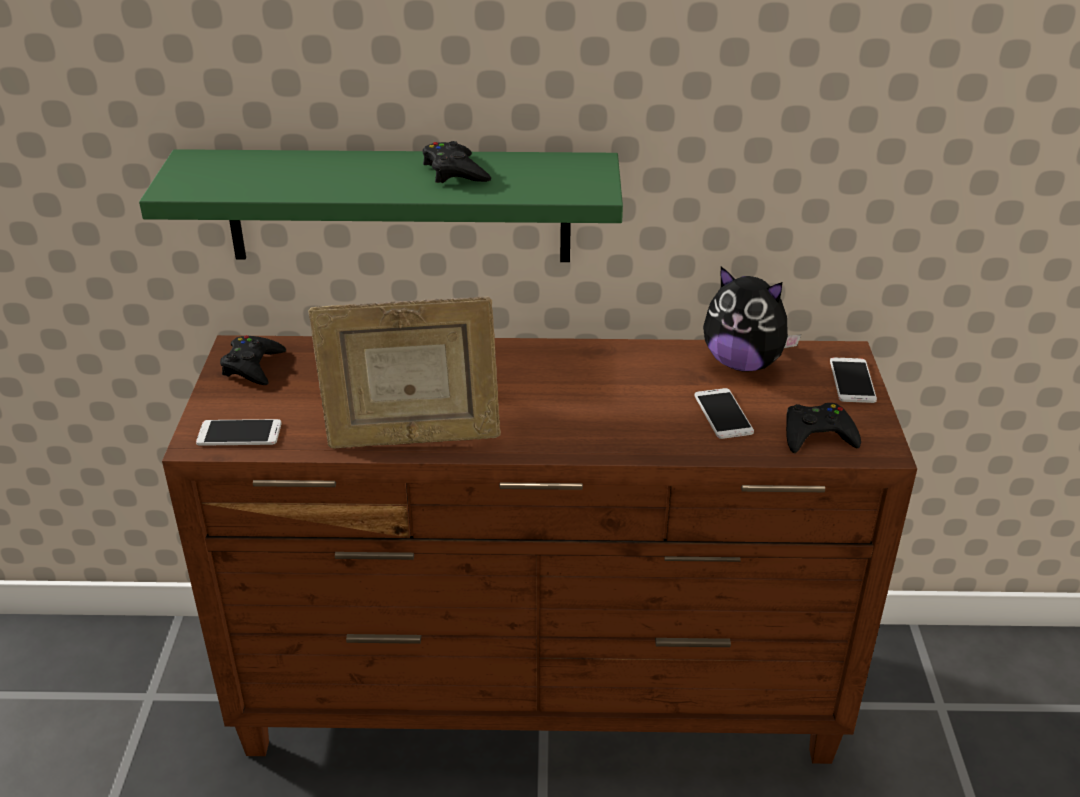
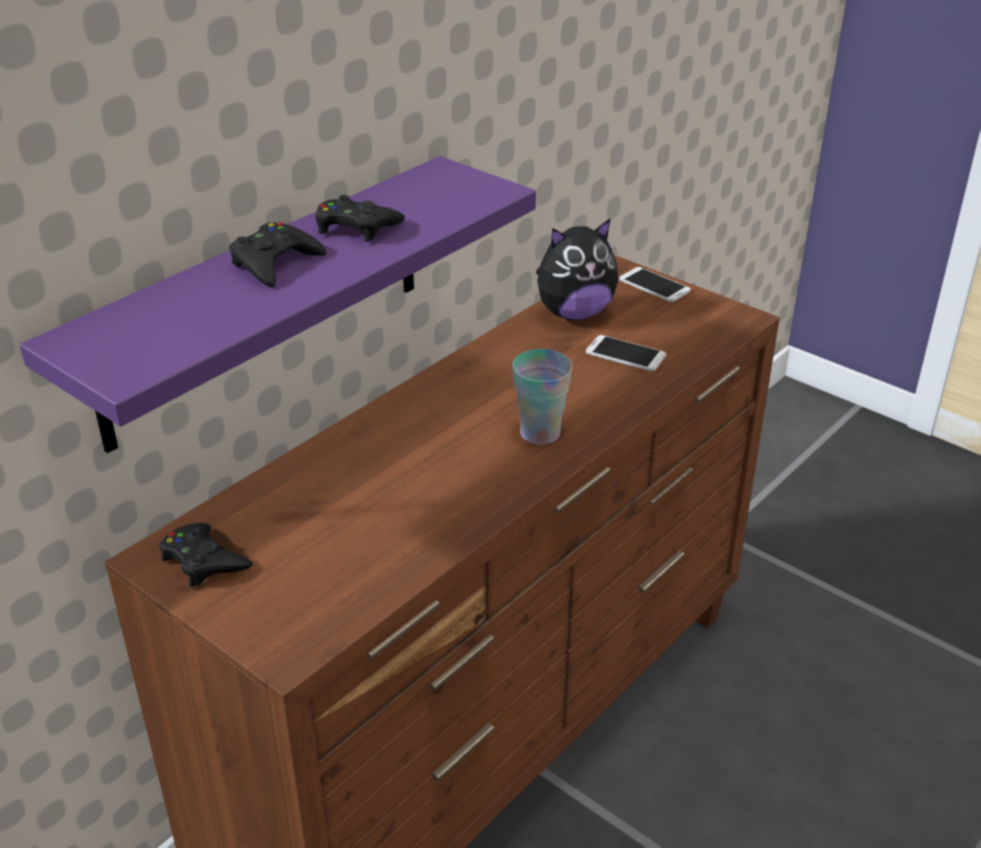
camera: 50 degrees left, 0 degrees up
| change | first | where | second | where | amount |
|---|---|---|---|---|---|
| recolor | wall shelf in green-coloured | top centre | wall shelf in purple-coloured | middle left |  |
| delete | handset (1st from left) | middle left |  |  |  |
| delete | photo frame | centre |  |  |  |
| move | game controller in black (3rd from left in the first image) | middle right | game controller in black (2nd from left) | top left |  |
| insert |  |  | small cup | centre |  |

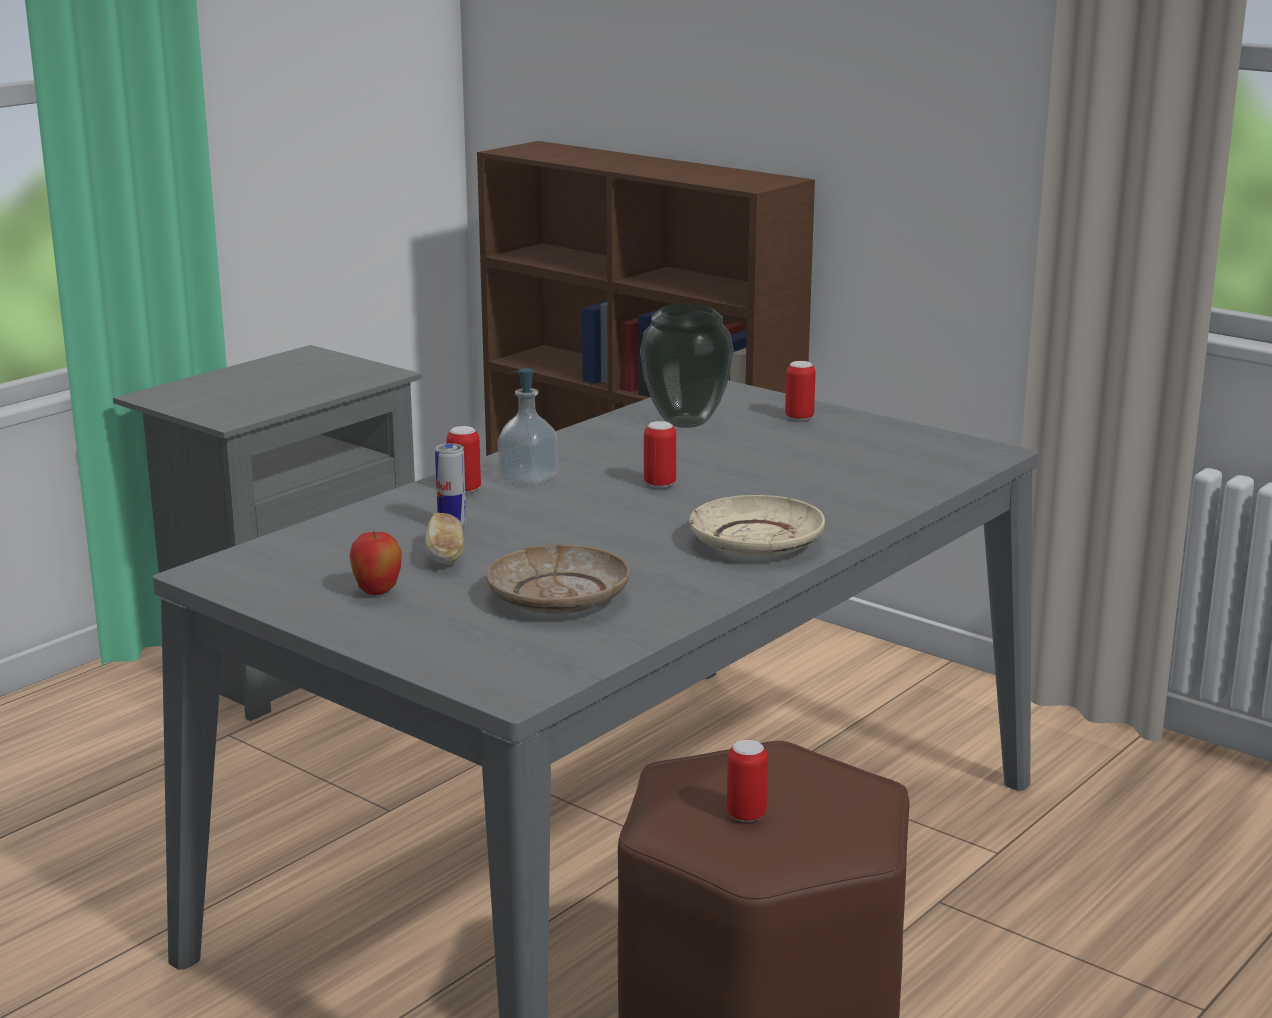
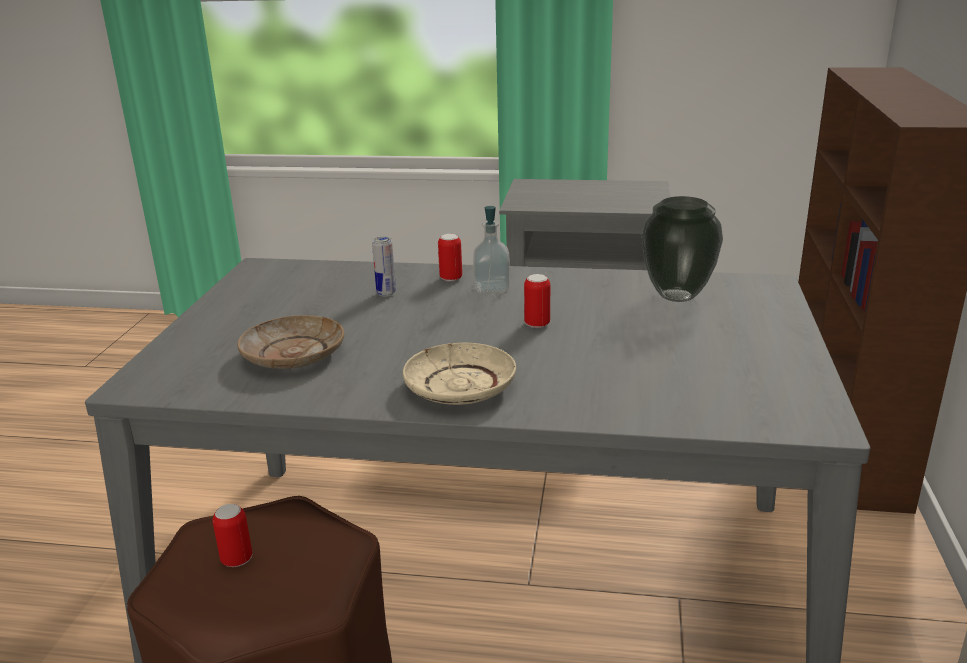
camera: 60 degrees right, 5 degrees up
| change | first | where | second | where | amount |
|---|---|---|---|---|---|
| delete | apple | middle left |  |  |  |
| delete | baked bread | centre |  |  |  |
| delete | can (5th from left) | centre |  |  |  |

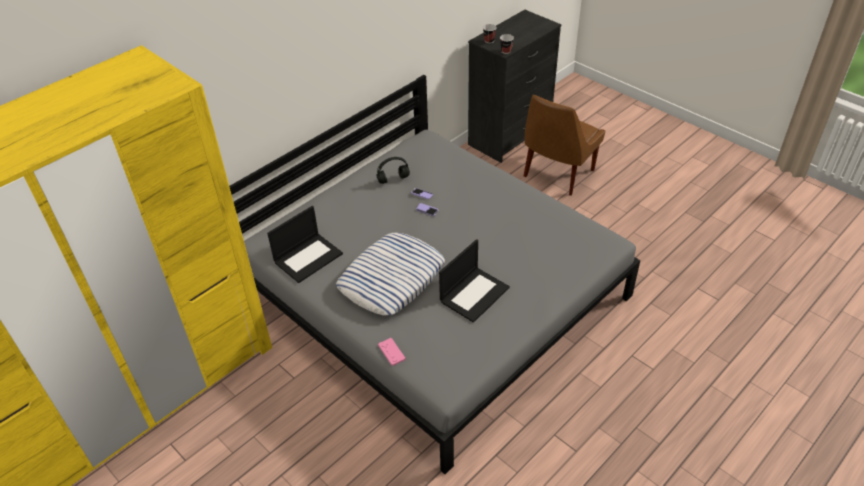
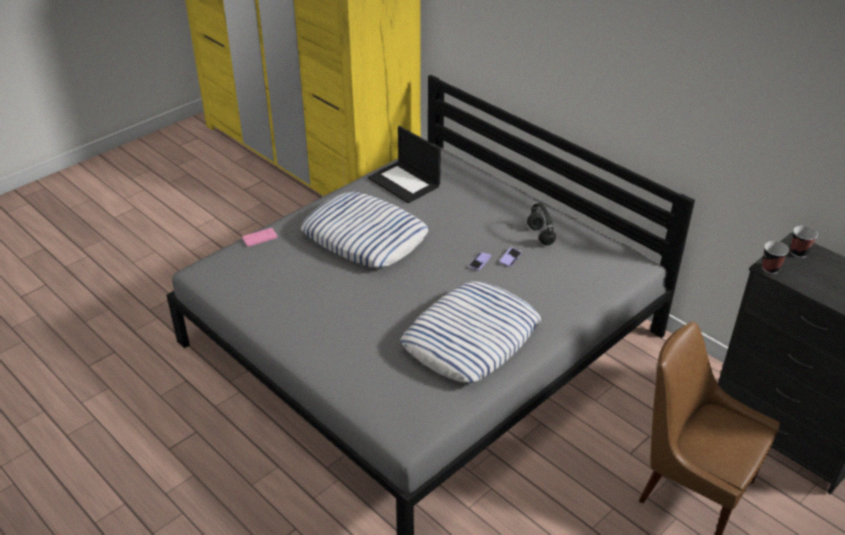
camera: 90 degrees right, 5 degrees down
| change | first | where | second | where | amount |
|---|---|---|---|---|---|
| delete | notebook computer (2nd from left) | centre |  |  |  |
| insert |  |  | throw pillow (2nd from left) | centre |  |

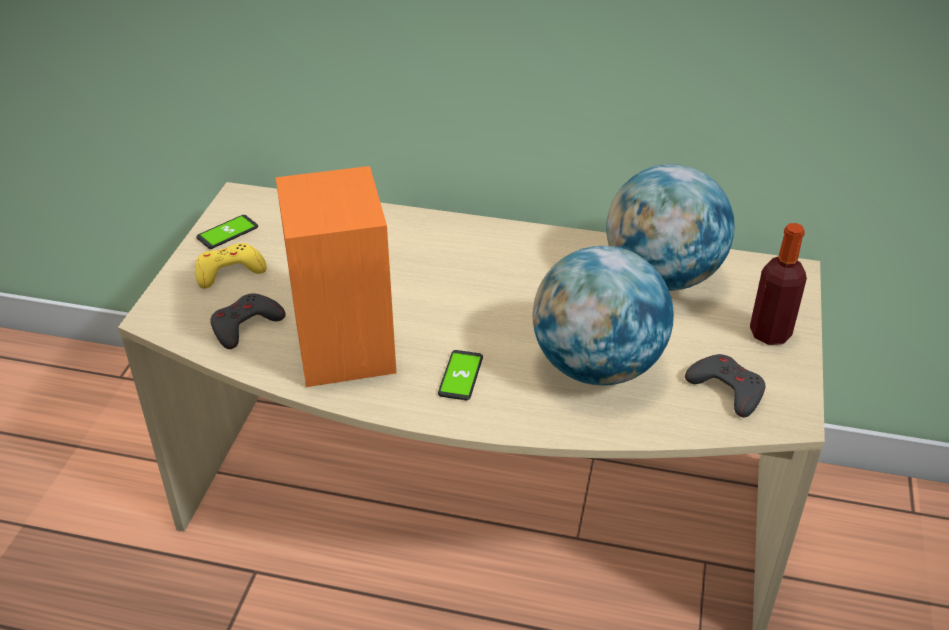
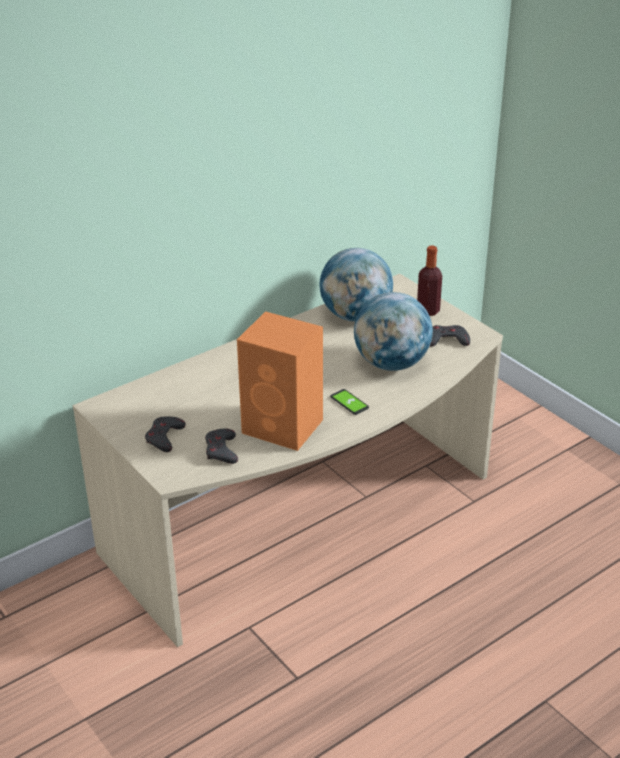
camera: 50 degrees left, 5 degrees down
| change | first | where | second | where | amount |
|---|---|---|---|---|---|
| recolor | game controller in yellow-coloured | middle left | game controller in grey (1st from left) | middle left |  |
| delete | handset (1st from left) | middle left |  |  |  |

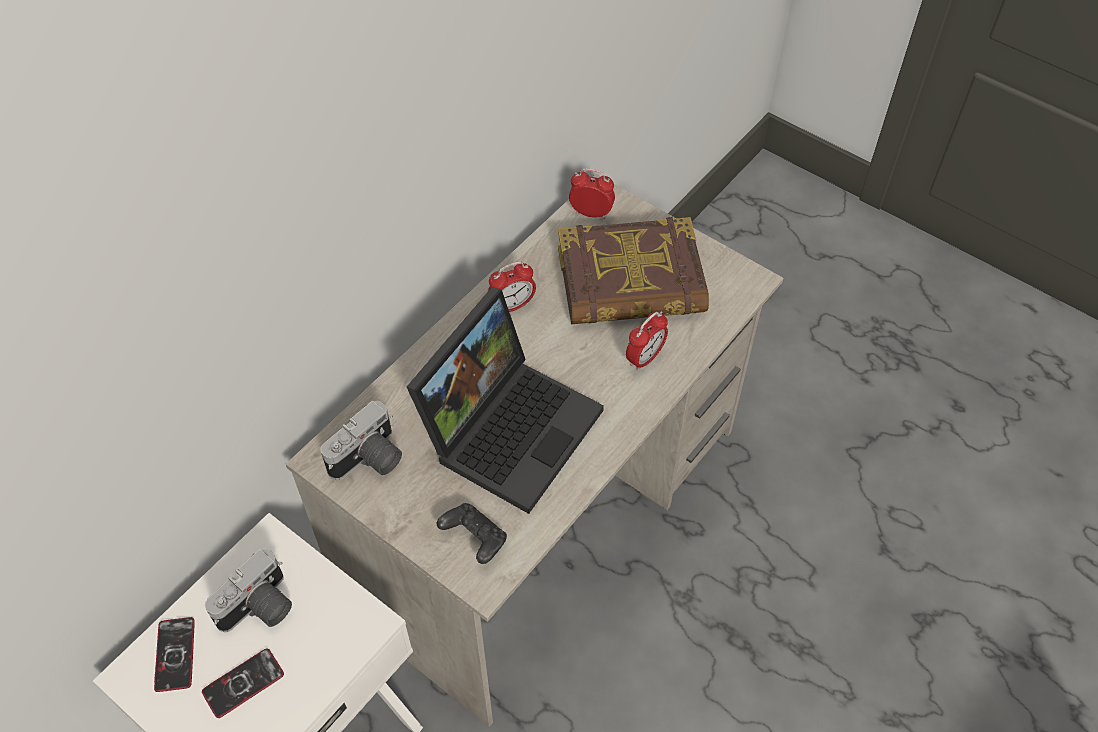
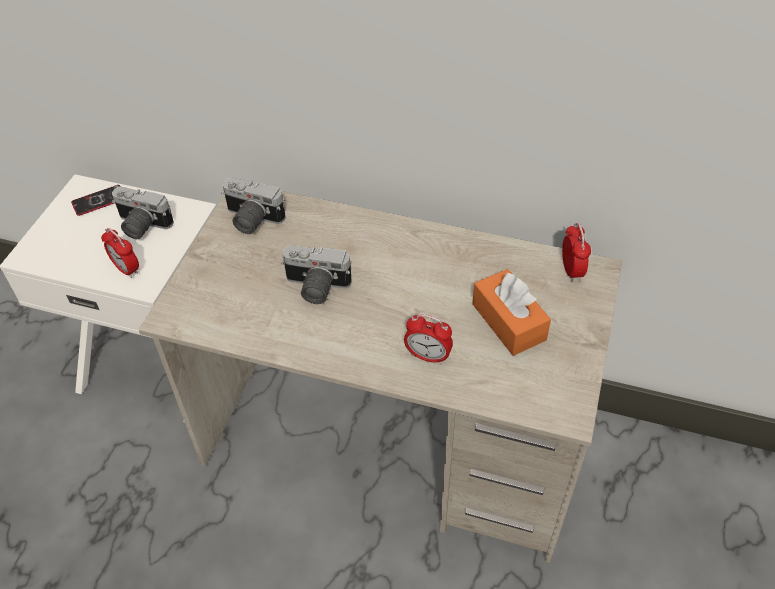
camera: 70 degrees right, 5 degrees down
| change | first | where | second | where | amount |
|---|---|---|---|---|---|
| delete | handset (2nd from left) | bottom left |  |  |  |
| replace | notebook computer | centre | photo camera (3rd from left) | centre |  |
| delete | game controller in black | bottom centre |  |  |  |
| move | bedside clock (1st from left) | centre |  | middle left |  |
| replace | bound book | centre | tissue box in orange-coloured | centre |  |

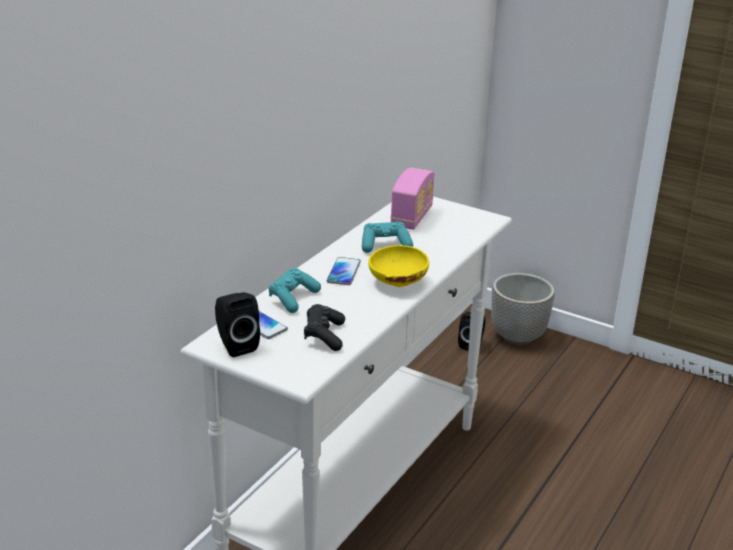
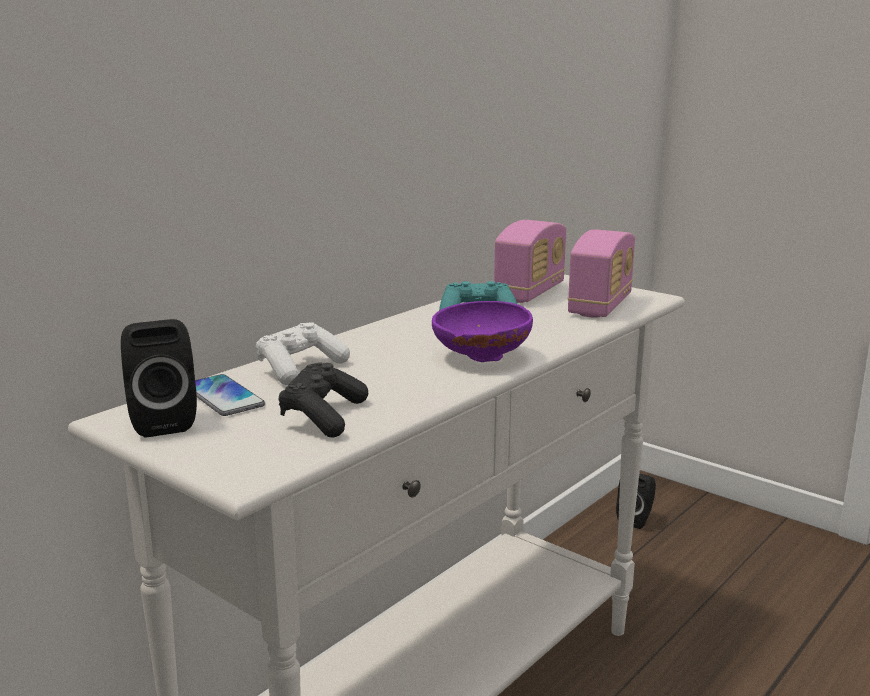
camera: 10 degrees right, 10 degrees down
| change | first | where | second | where | amount |
|---|---|---|---|---|---|
| recolor | game controller in turquoise (1st from left) | centre | game controller in white-coloured | centre |  |
| delete | handset (2nd from left) | centre |  |  |  |
| recolor | serving bowl in yellow-coloured | centre | serving bowl in purple-coloured | centre |  |
| delete | planter | middle right |  |  |  |
| insert |  |  | radio receiver (2nd from left) | middle right |  |

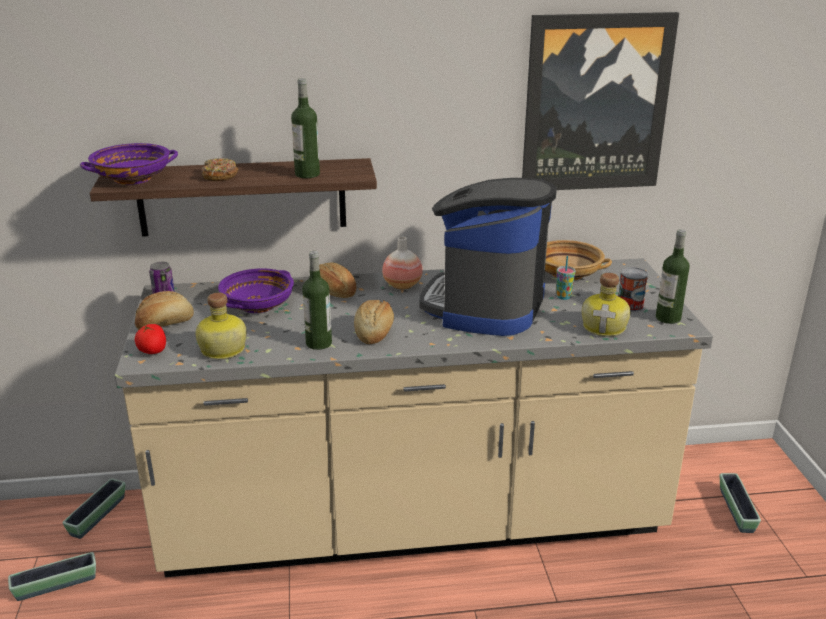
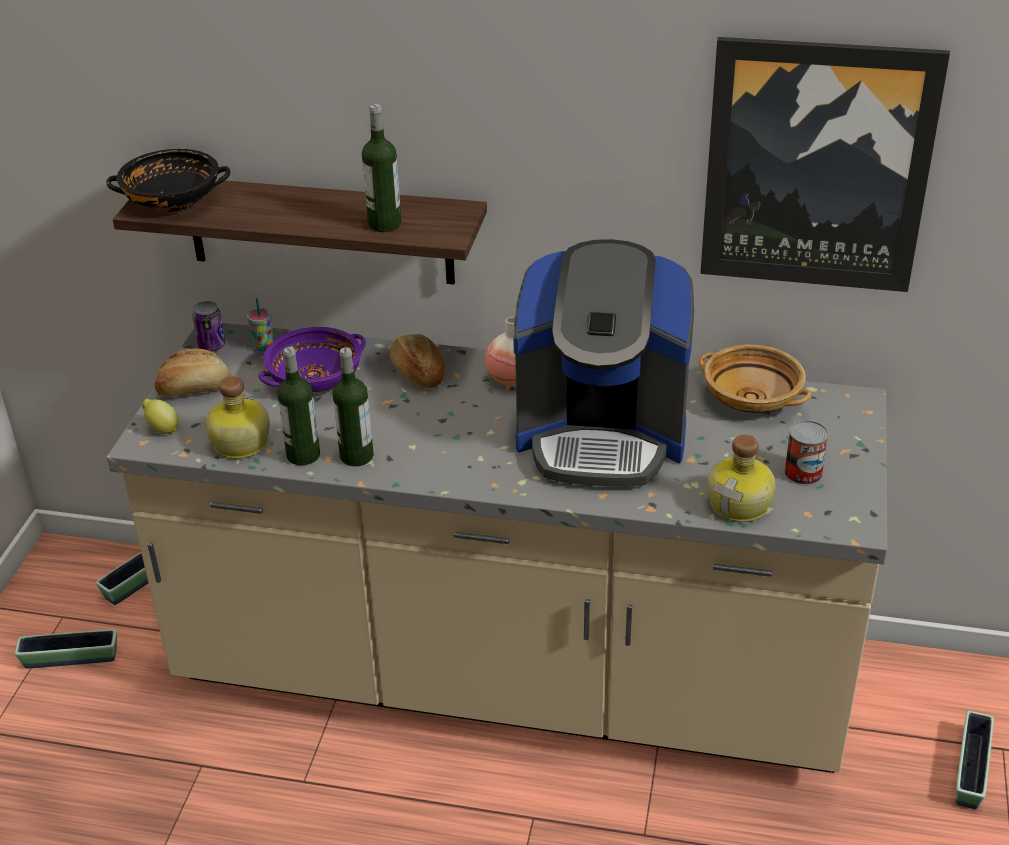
camera: 20 degrees right, 10 degrees up
| change | first | where | second | where | amount |
|---|---|---|---|---|---|
| recolor | serving bowl in purple-coloured (1st from left) | top left | serving bowl in black | top left |  |
| replace | whole tomato | middle left | whole lemon | middle left |  |
| delete | donut | top left |  |  |  |
| delete | baked bread (3rd from left) | centre |  |  |  |
| rotate | coffee machine | centre |  | centre | 120 degrees counterclockwise |
| move | small cup | middle right |  | middle left |  |
| move | beverage bottle (5th from left in the first image) | middle right | beverage bottle (2nd from left) | middle left |  |

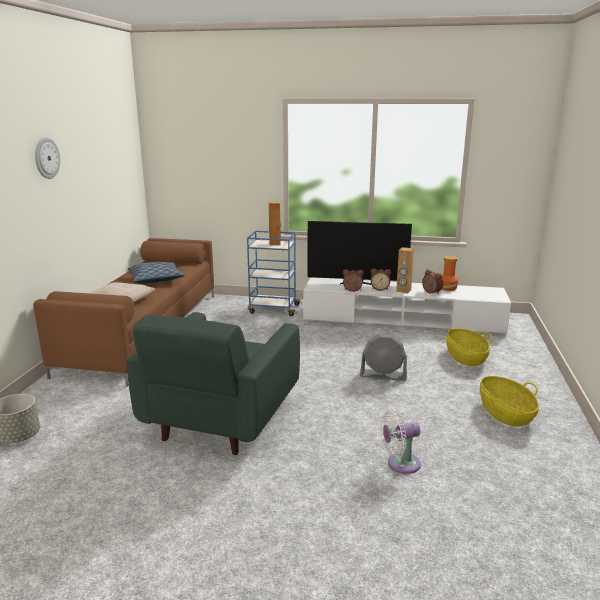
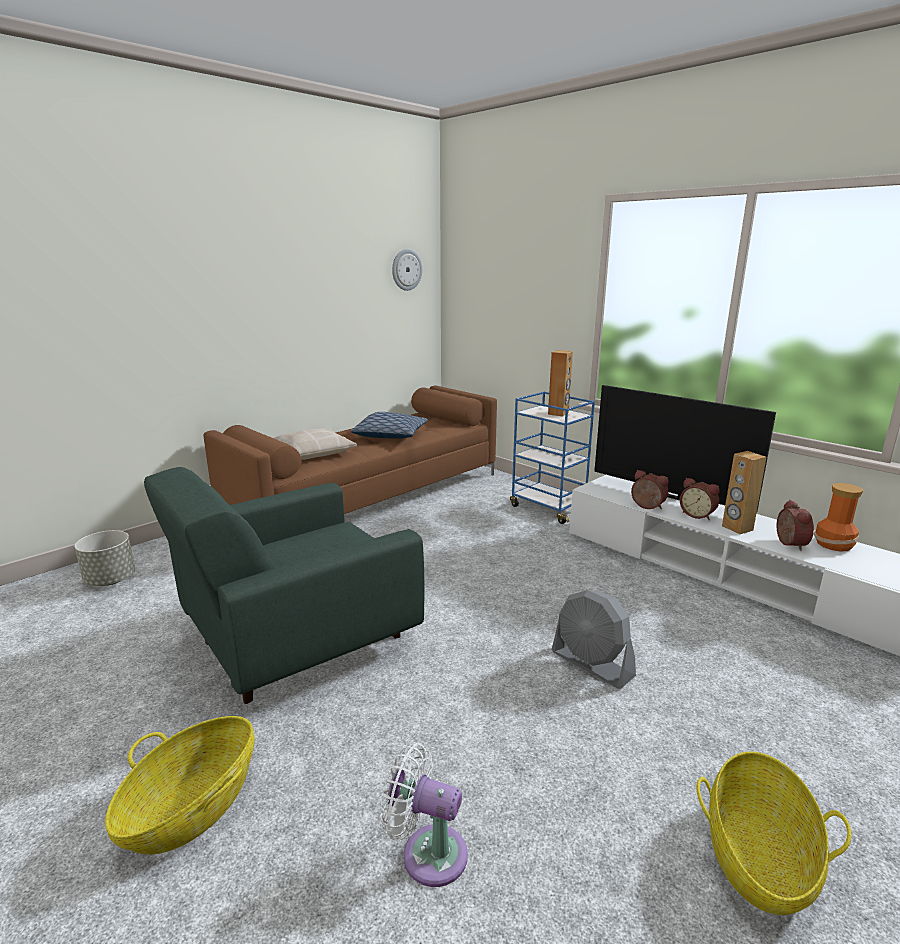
camera: 35 degrees right, 0 degrees up
| change | first | where | second | where | amount |
|---|---|---|---|---|---|
| move | clock on the wall | top left |  | top centre |  |
| move | household basket (1st from left) | middle right |  | bottom left |  |

